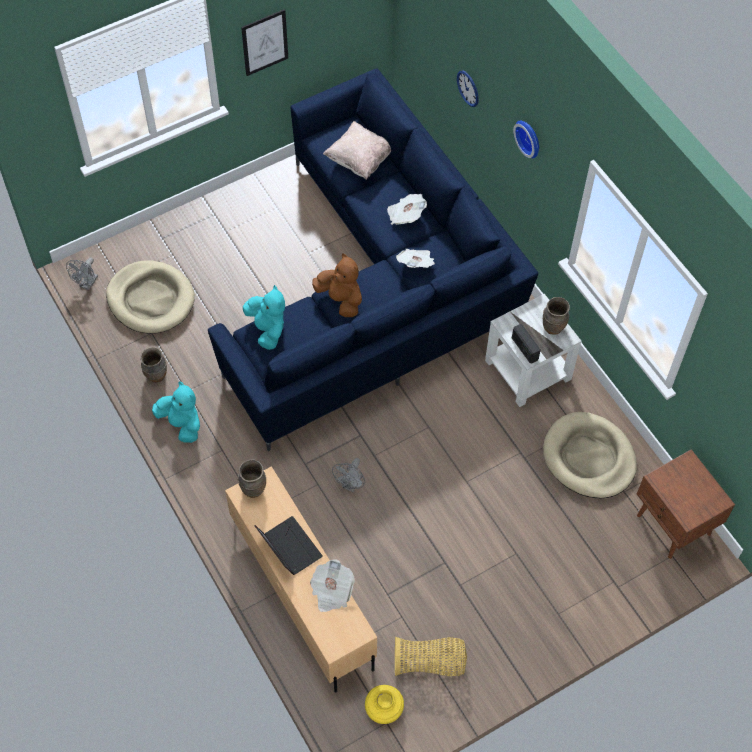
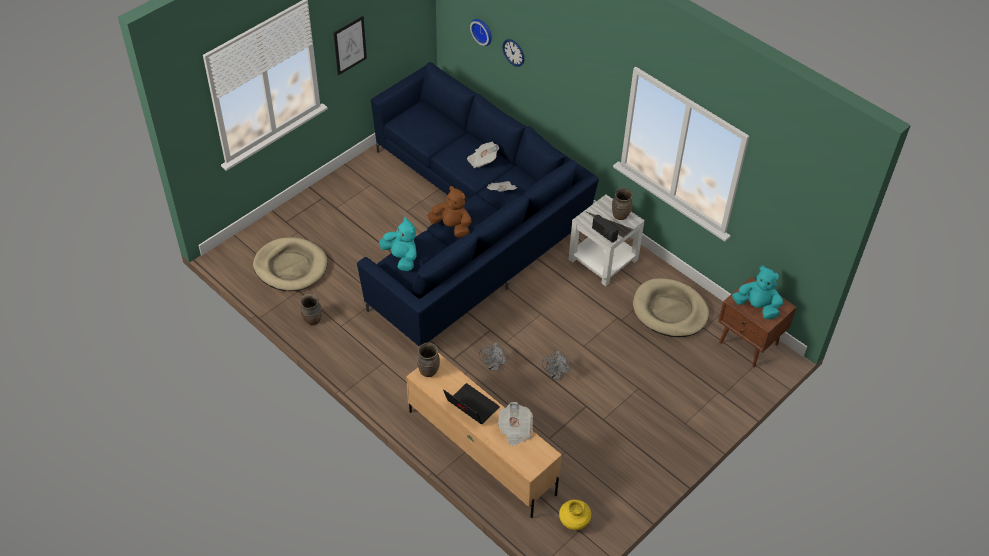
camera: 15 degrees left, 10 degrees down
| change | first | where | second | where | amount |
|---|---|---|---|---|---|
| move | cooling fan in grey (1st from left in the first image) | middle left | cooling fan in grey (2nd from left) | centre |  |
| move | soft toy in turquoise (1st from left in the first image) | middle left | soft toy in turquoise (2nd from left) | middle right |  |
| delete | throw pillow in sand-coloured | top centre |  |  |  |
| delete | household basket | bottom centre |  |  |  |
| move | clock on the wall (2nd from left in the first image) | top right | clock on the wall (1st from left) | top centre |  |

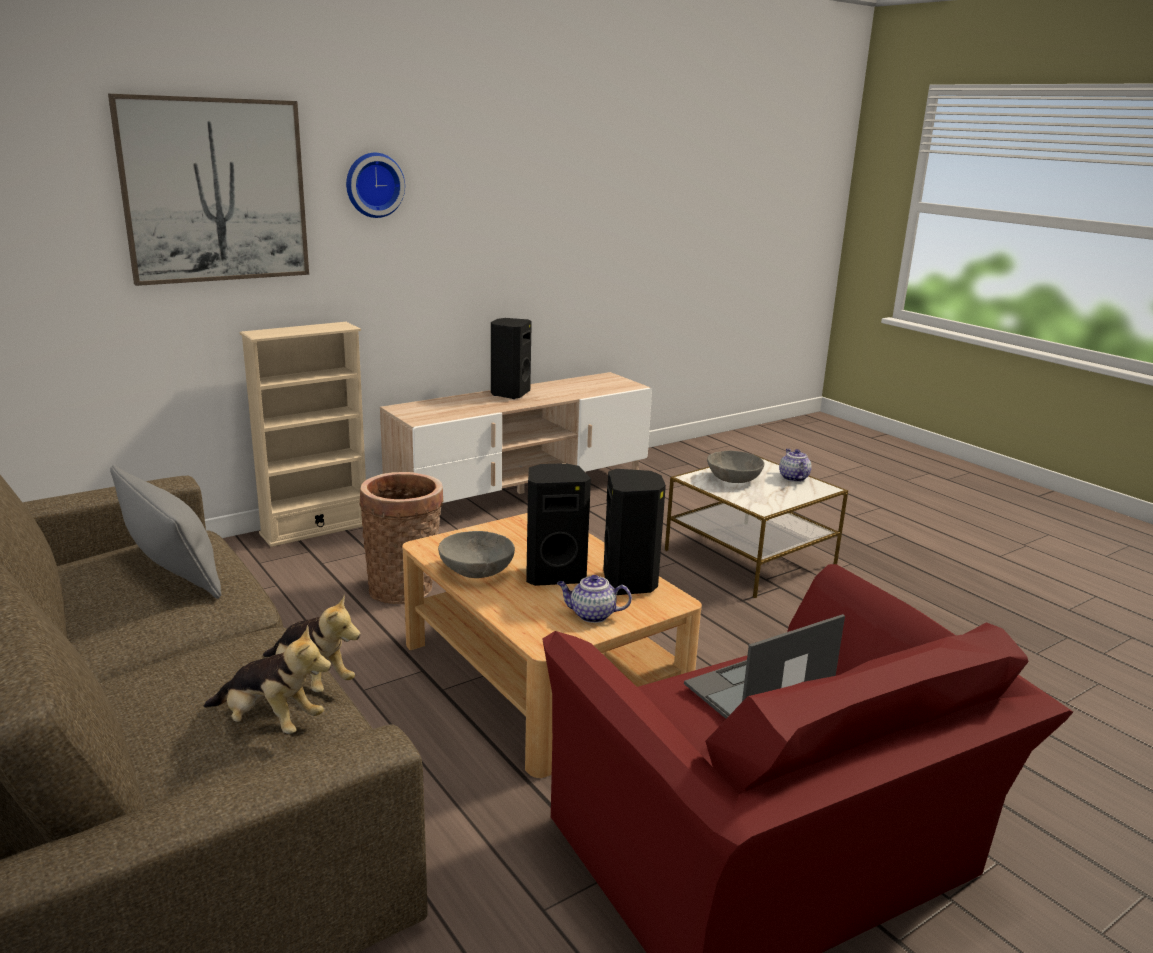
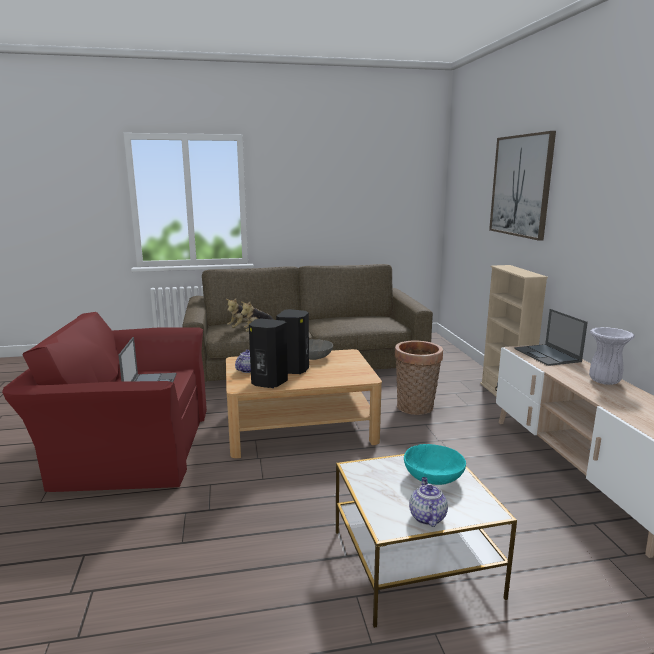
camera: 115 degrees right, 5 degrees down
| change | first | where | second | where | amount |
|---|---|---|---|---|---|
| delete | throw pillow in grey | middle left |  |  |  |
| delete | clock on the wall | top left |  |  |  |
| replace | audio speaker in black (1st from left) | centre | vase in white-coloured | middle right |  |
| recolor | serving bowl in grey (2nd from left) | centre | serving bowl in turquoise | bottom centre |  |
| rotate | teapot (2nd from left) | middle right |  | bottom centre | 105 degrees counterclockwise |
| insert |  |  | notebook computer (2nd from left) | middle right |  |

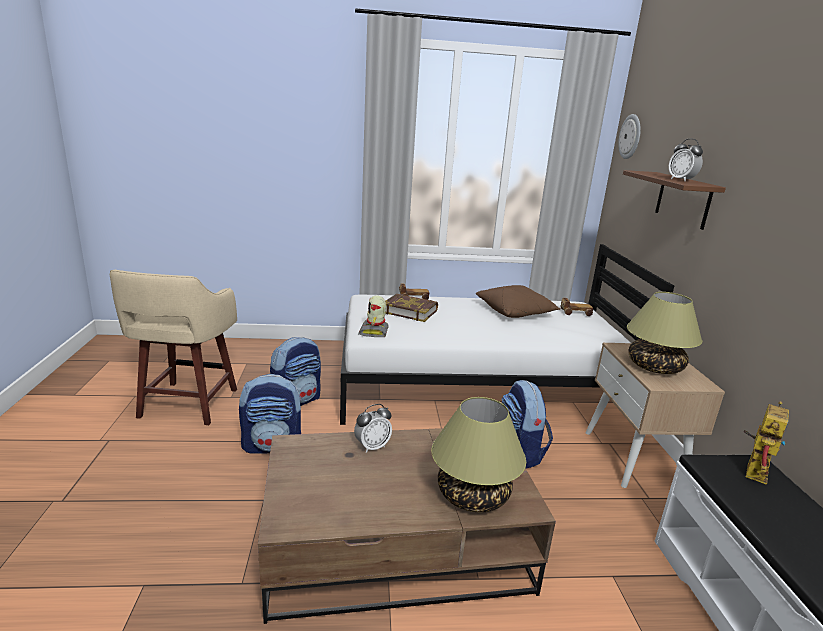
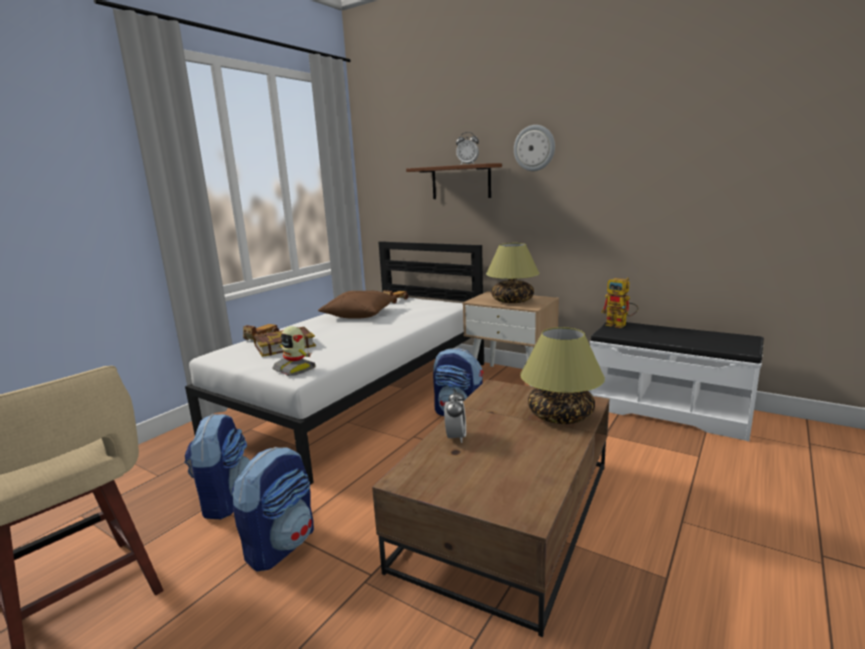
camera: 50 degrees left, 5 degrees down
| change | first | where | second | where | amount |
|---|---|---|---|---|---|
| move | clock on the wall | top right |  | top centre |  |
| rotate | model robot (2nd from left) | bottom right |  | middle right | 150 degrees clockwise |

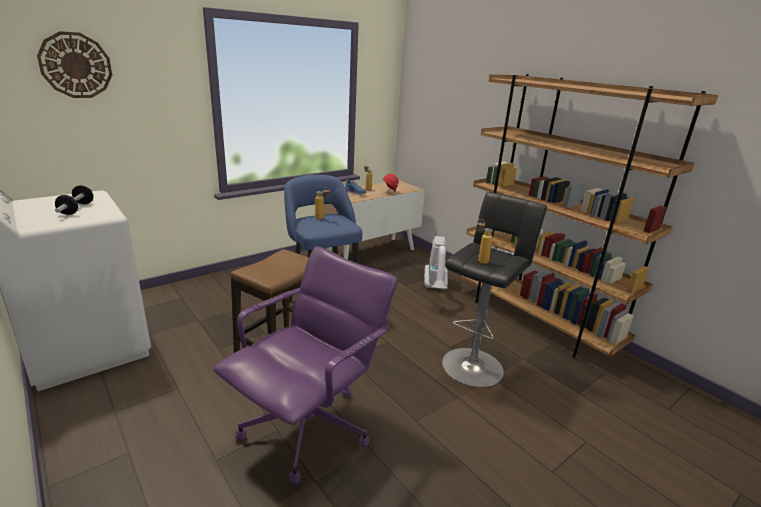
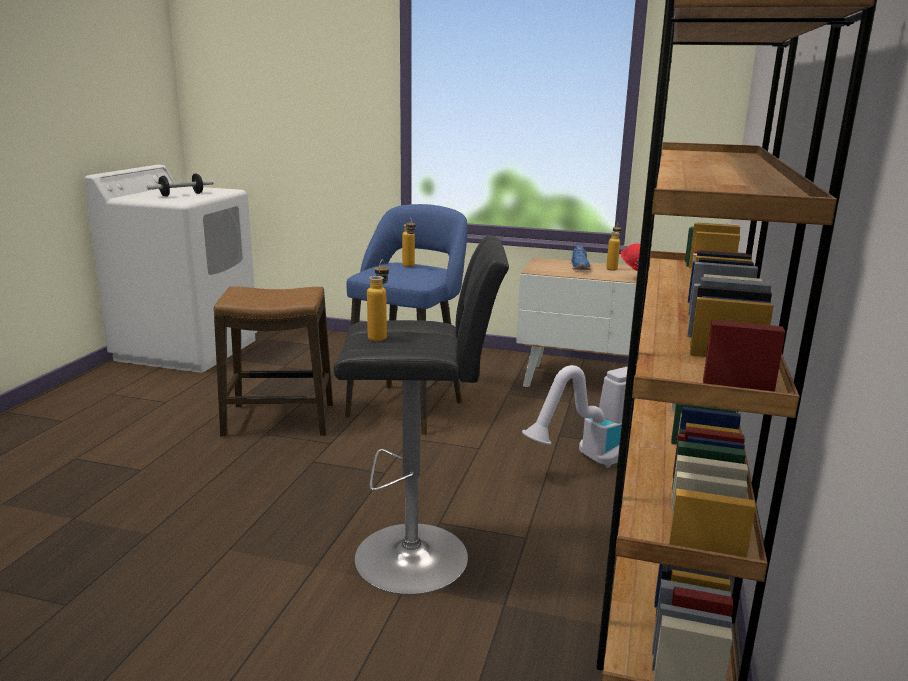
camera: 55 degrees right, 5 degrees down
| change | first | where | second | where | amount |
|---|---|---|---|---|---|
| delete | clock on the wall | top left |  |  |  |
| delete | computer chair in purple-coloured | bottom centre |  |  |  |

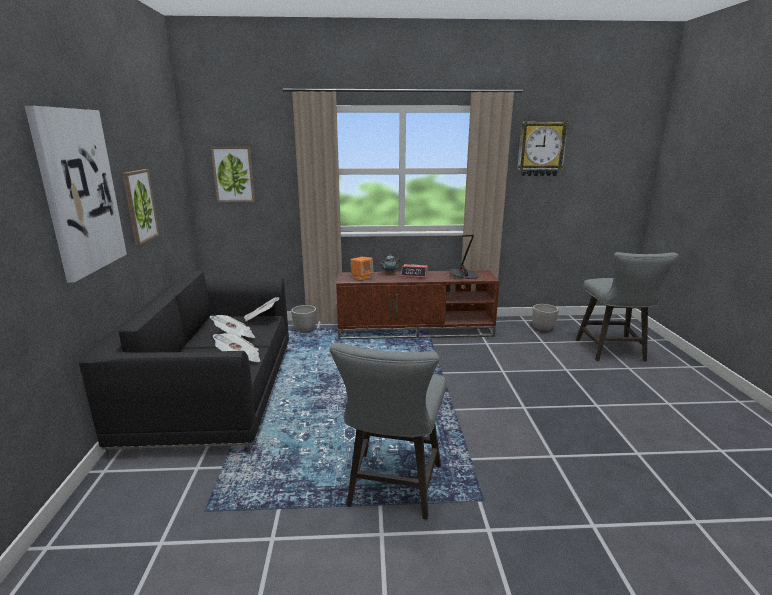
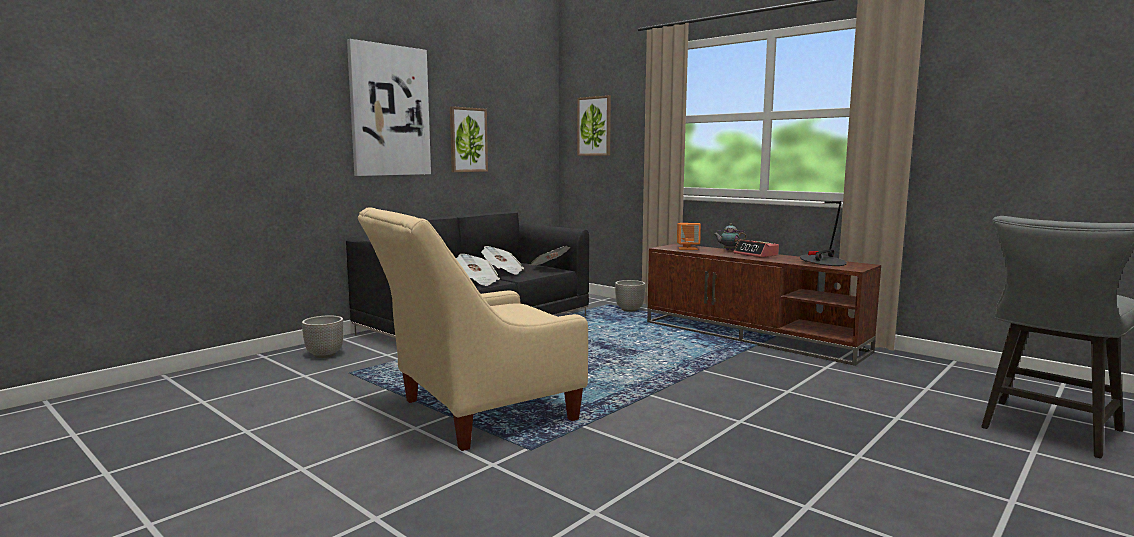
camera: 45 degrees right, 10 degrees down
| change | first | where | second | where | amount |
|---|---|---|---|---|---|
| replace | sitting stool in grey (1st from left) | bottom centre | armchair in sand-coloured | centre |  |
| delete | clock on the wall | top right |  |  |  |
| move | planter (2nd from left in the first image) | middle right | planter (1st from left) | middle left |  |

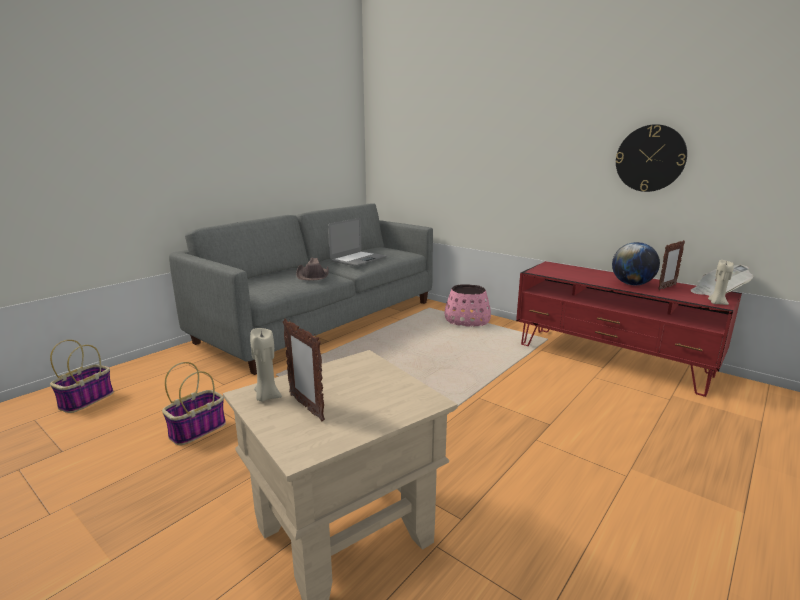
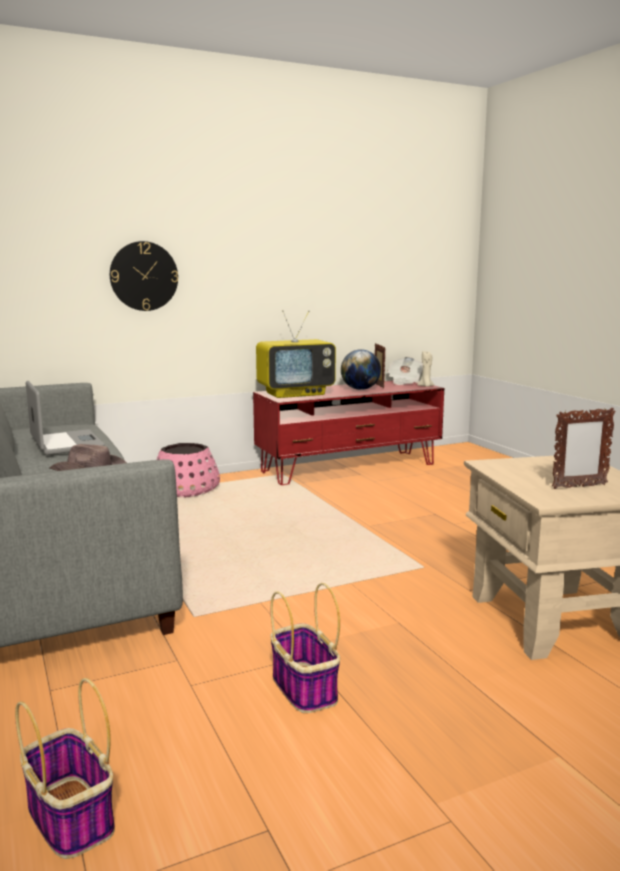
camera: 65 degrees left, 5 degrees down
| change | first | where | second | where | amount |
|---|---|---|---|---|---|
| delete | candle in sand-coloured (1st from left) | middle left |  |  |  |
| move | clock on the wall | top right |  | top left |  |
| insert |  |  | TV | centre |  |

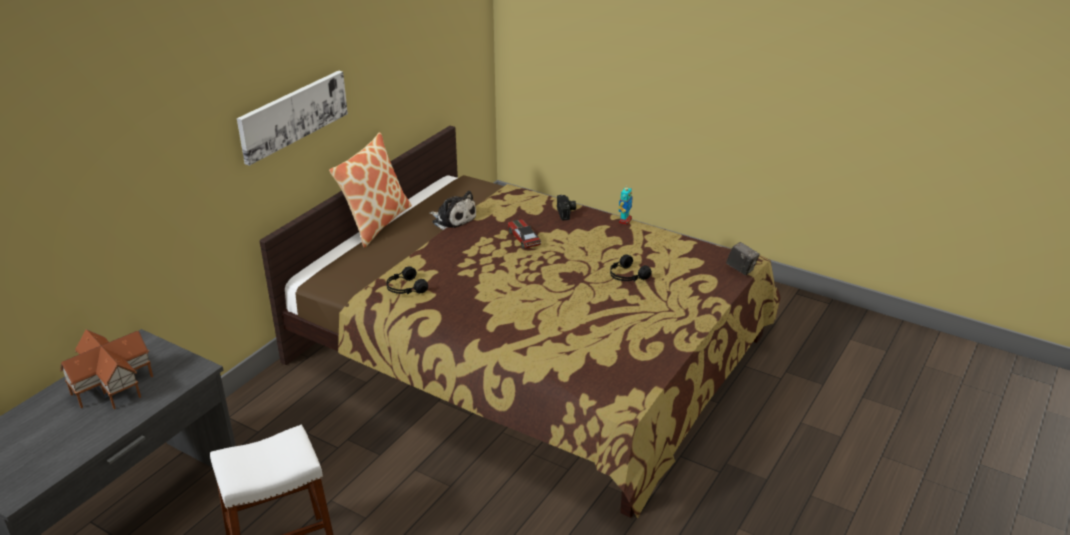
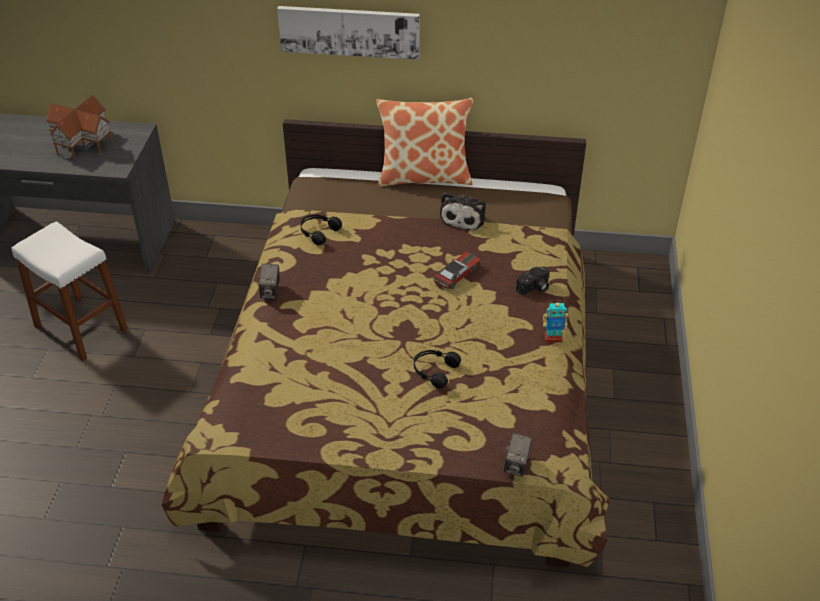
camera: 65 degrees right, 10 degrees up
| change | first | where | second | where | amount |
|---|---|---|---|---|---|
| insert |  |  | photo camera (1st from left) | middle left |  |

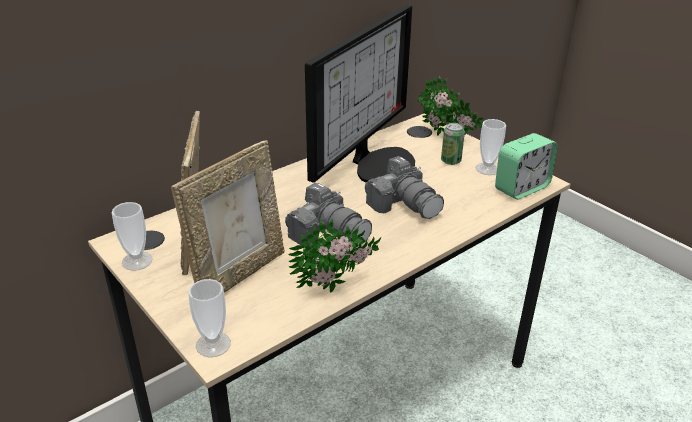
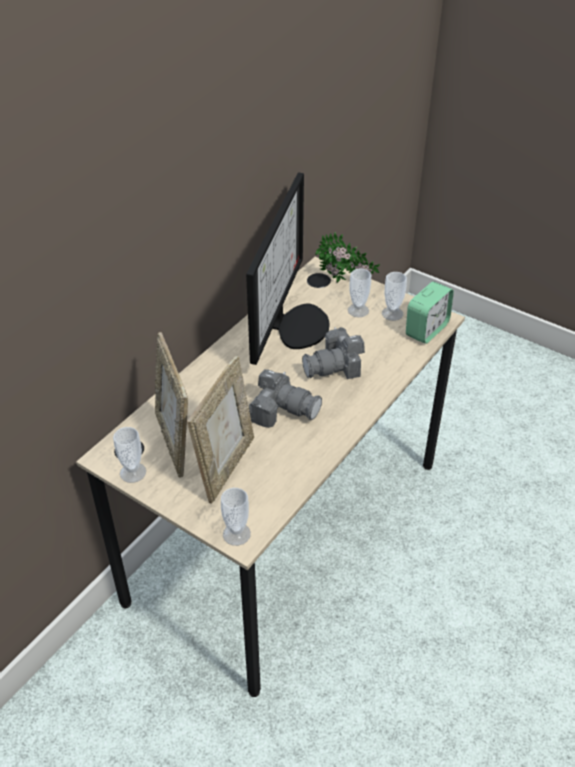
camera: 15 degrees left, 10 degrees up
| change | first | where | second | where | amount |
|---|---|---|---|---|---|
| delete | plant in a pot (1st from left) | centre |  |  |  |
| rotate | photo camera (2nd from left) | centre |  | centre | 120 degrees clockwise |
| replace | can | centre | small cup (3rd from left) | centre |  |

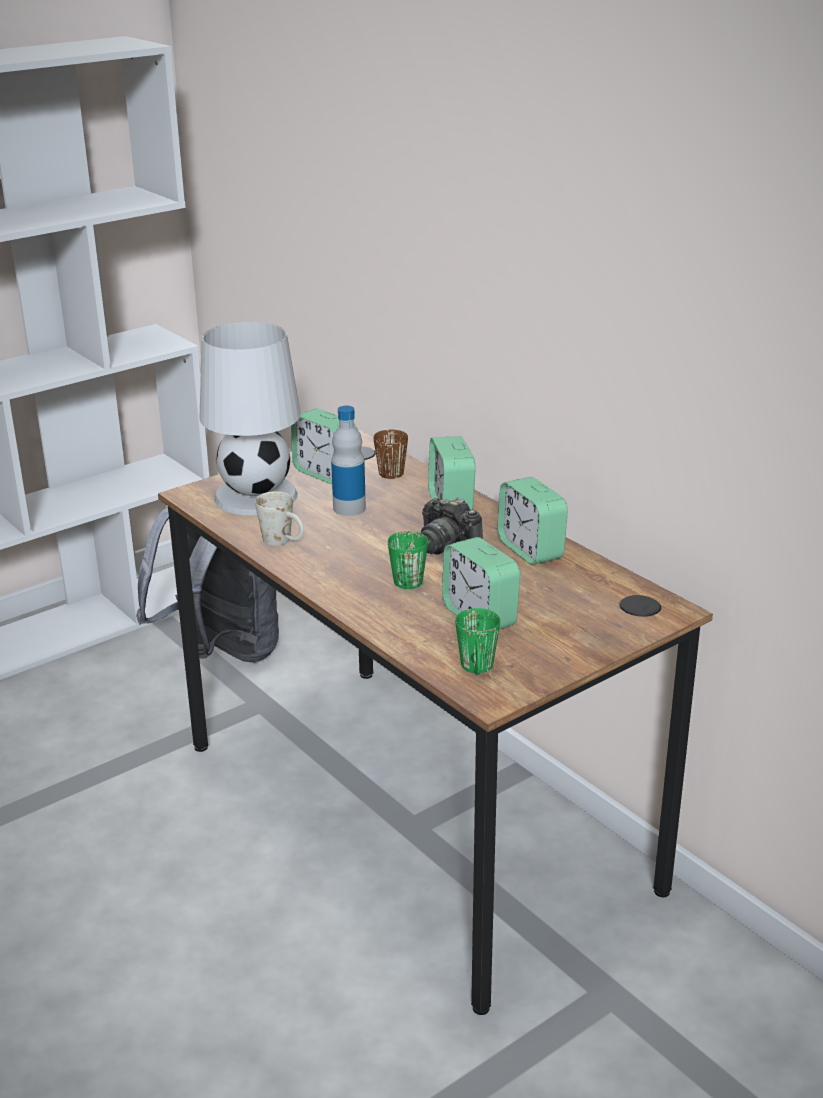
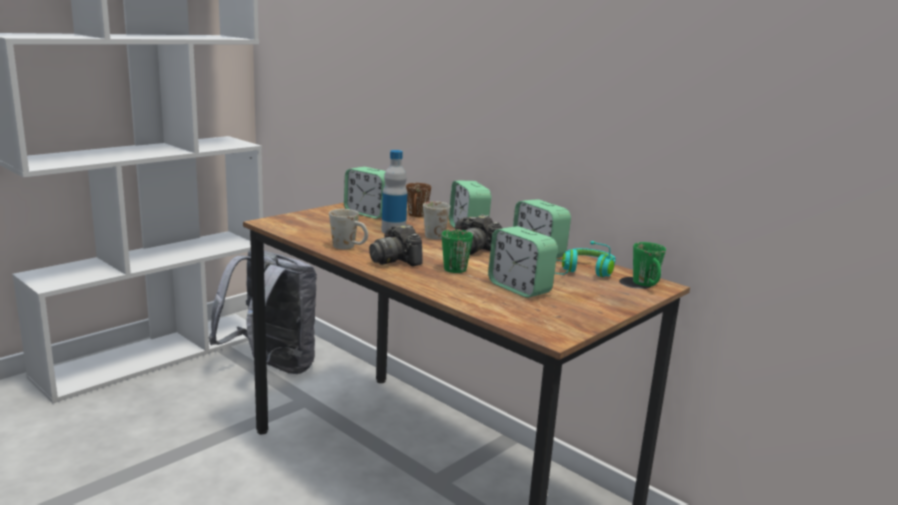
camera: 10 degrees left, 10 degrees down
| change | first | where | second | where | amount |
|---|---|---|---|---|---|
| delete | table lamp in white-coloured | middle left |  |  |  |
| move | coffee mug in green-coloured (2nd from left) | centre |  | middle right |  |
| insert |  |  | photo camera (1st from left) | centre |  |
| insert |  |  | coffee mug in white-coloured (2nd from left) | centre |  |
| insert |  |  | headset in turquoise | centre |  |

